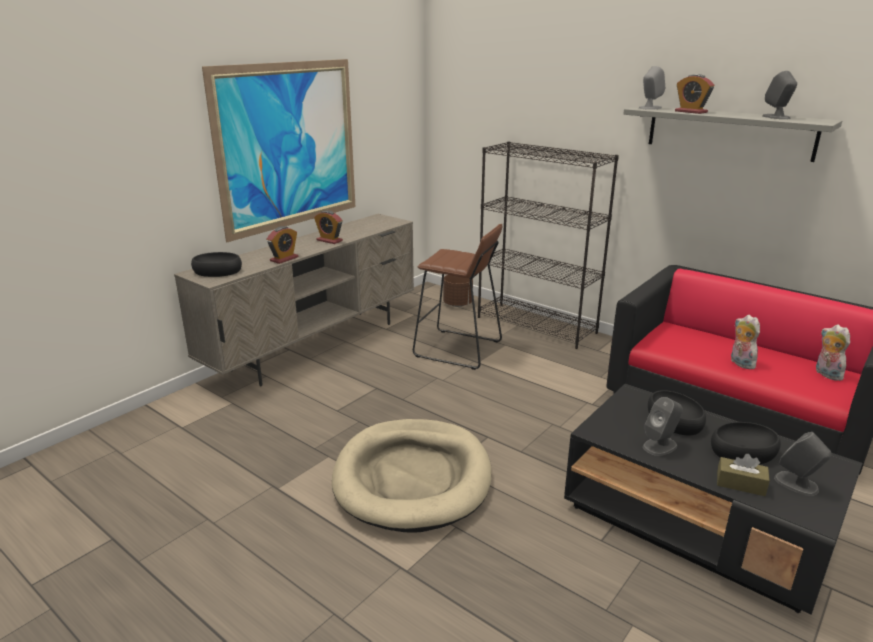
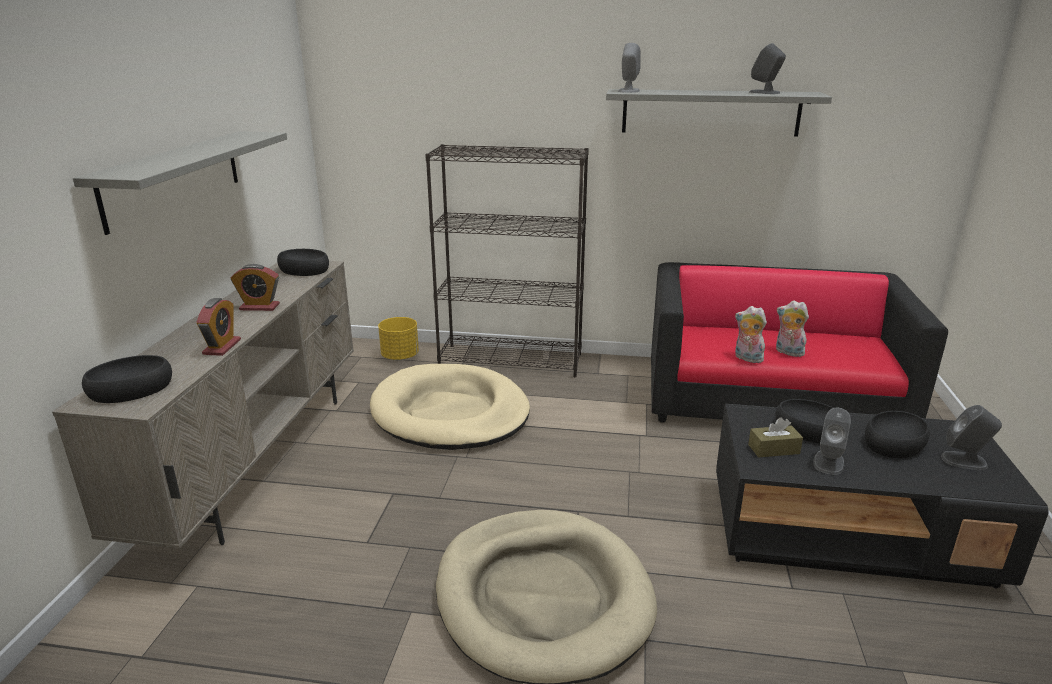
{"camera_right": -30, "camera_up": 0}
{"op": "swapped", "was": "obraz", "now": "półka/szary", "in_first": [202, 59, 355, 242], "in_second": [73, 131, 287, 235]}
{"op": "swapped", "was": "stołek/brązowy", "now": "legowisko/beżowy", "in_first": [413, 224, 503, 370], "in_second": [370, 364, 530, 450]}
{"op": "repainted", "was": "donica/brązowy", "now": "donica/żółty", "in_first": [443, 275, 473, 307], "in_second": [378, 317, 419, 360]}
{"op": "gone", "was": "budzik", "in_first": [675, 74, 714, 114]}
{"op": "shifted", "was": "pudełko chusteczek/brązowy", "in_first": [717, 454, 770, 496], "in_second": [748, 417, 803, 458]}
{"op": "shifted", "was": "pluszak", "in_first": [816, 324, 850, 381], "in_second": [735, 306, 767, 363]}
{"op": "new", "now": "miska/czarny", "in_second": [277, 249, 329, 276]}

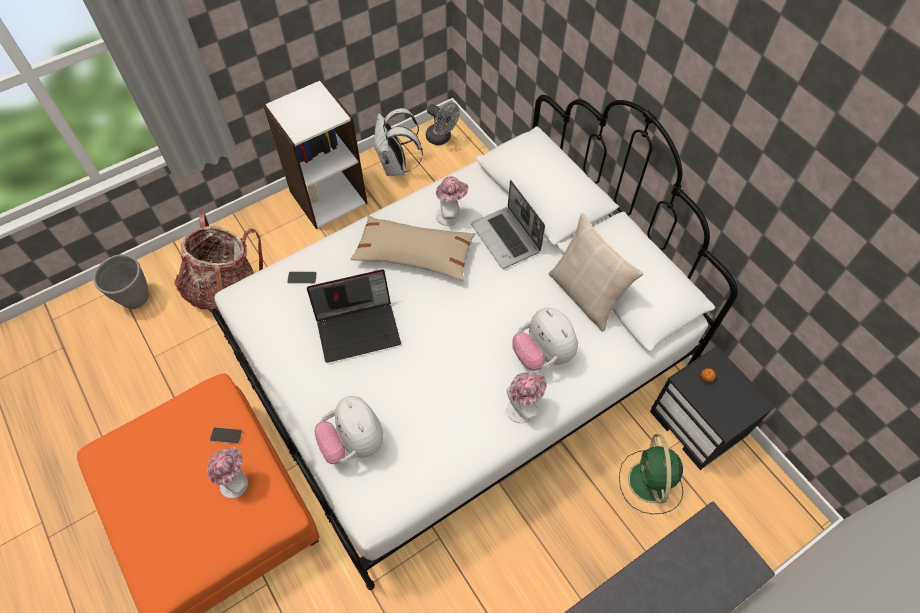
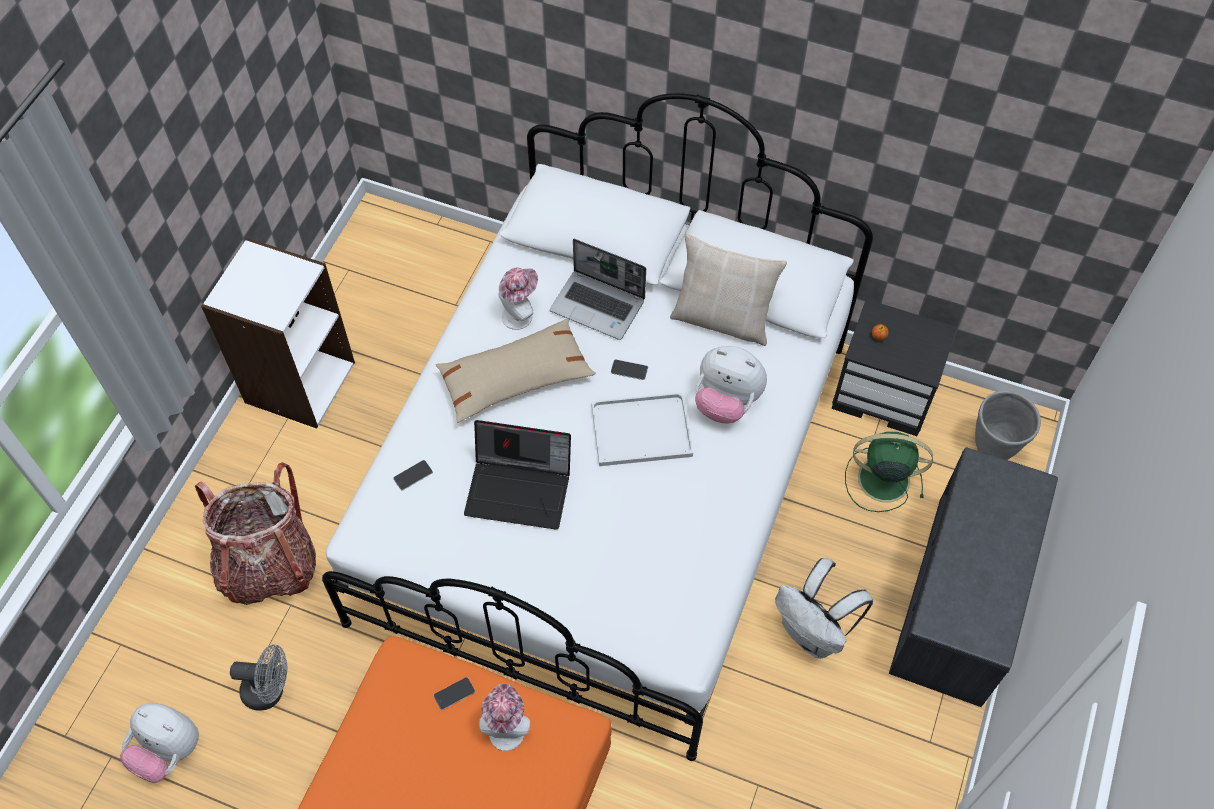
{"camera_right": -35, "camera_up": 0}
{"op": "shifted", "was": "donica/szary", "in_first": [94, 254, 149, 309], "in_second": [975, 391, 1041, 460]}
{"op": "rotated", "was": "laptop", "in_first": [307, 269, 401, 363], "in_second": [464, 420, 571, 530], "clockwise": 60}
{"op": "shifted", "was": "pluszak", "in_first": [315, 396, 384, 464], "in_second": [120, 703, 199, 783]}
{"op": "shifted", "was": "plecak/biały", "in_first": [374, 108, 423, 176], "in_second": [775, 558, 873, 658]}
{"op": "shifted", "was": "wentylator/szary", "in_first": [426, 103, 460, 145], "in_second": [230, 644, 287, 711]}
{"op": "gone", "was": "kapelusz", "in_first": [506, 373, 547, 423]}
{"op": "rotated", "was": "wentylator/zielony", "in_first": [619, 434, 683, 514], "in_second": [845, 432, 933, 512], "clockwise": 135}
{"op": "new", "now": "taca/biały", "in_second": [591, 392, 693, 466]}
{"op": "new", "now": "telefon", "in_second": [611, 359, 648, 380]}

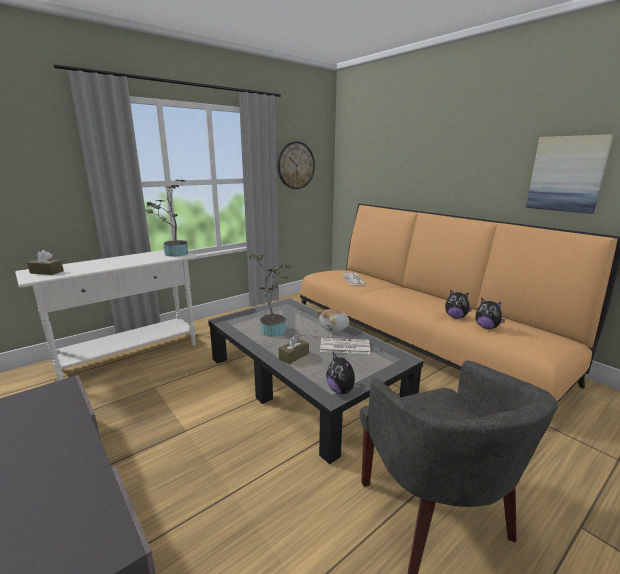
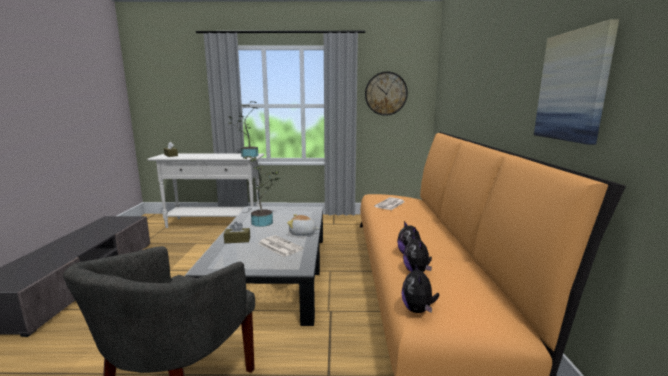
{"camera_right": 40, "camera_up": -5}
{"op": "shifted", "was": "pluszak", "in_first": [326, 353, 360, 394], "in_second": [402, 263, 439, 313]}

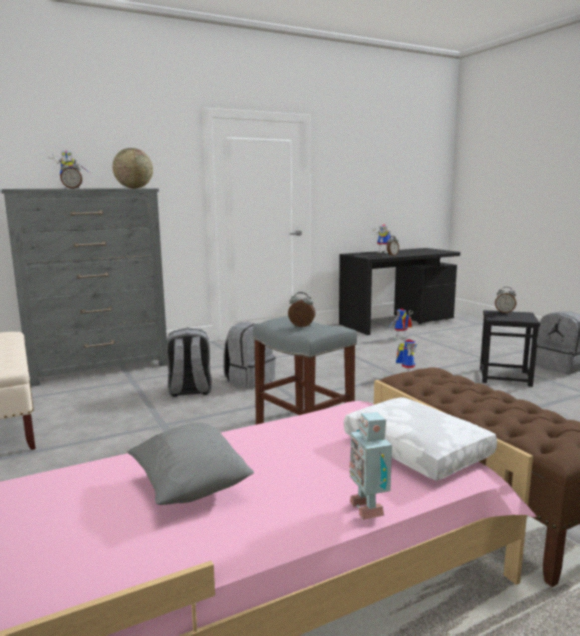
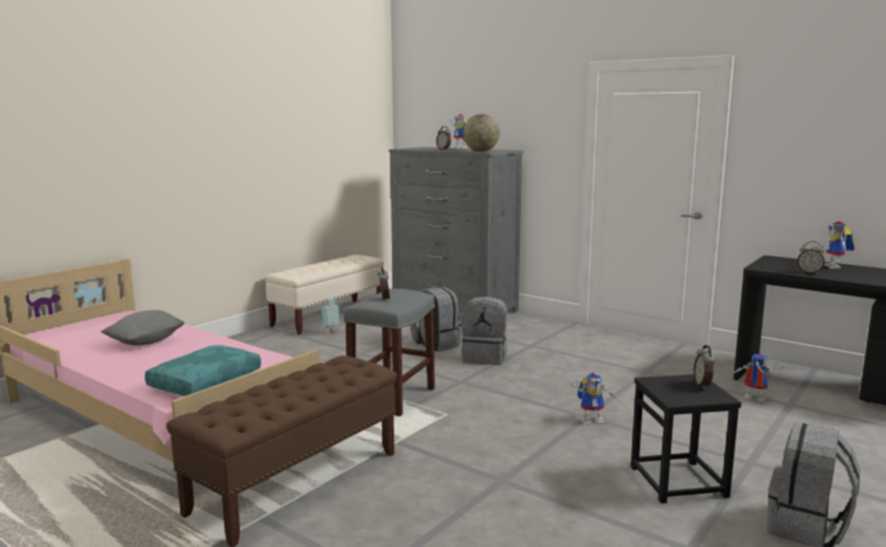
{"camera_right": 65, "camera_up": 0}
{"op": "repainted", "was": "poduszka/biały", "now": "poduszka/turkusowy", "in_first": [344, 397, 497, 481], "in_second": [145, 345, 261, 396]}
{"op": "shifted", "was": "robot zabawkowy", "in_first": [349, 412, 392, 520], "in_second": [321, 297, 341, 335]}

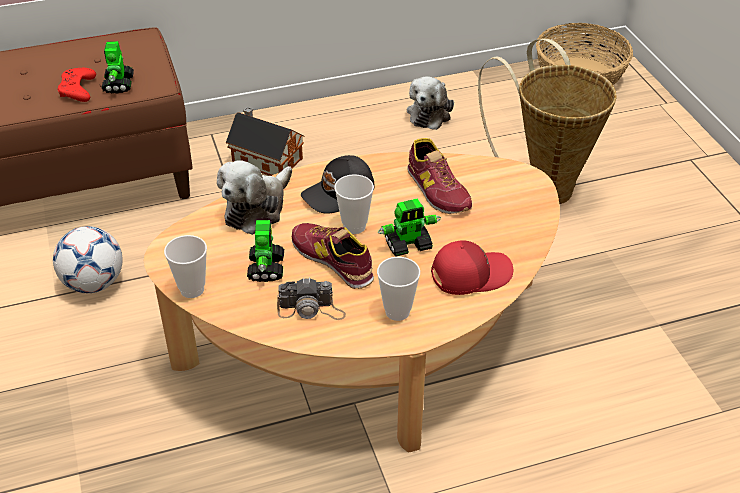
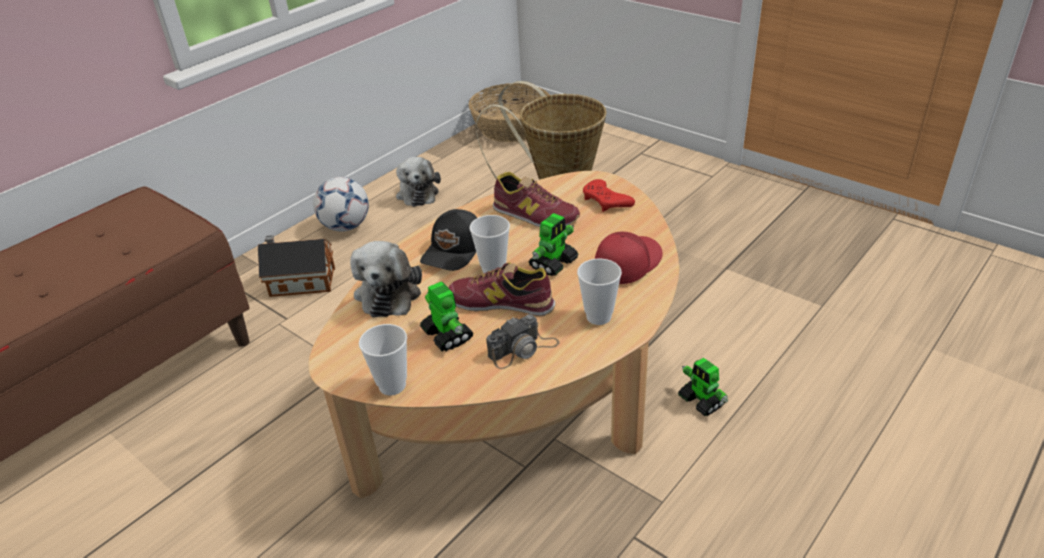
{"camera_right": -30, "camera_up": -5}
{"op": "shifted", "was": "piłka futbolowa", "in_first": [53, 226, 123, 293], "in_second": [313, 177, 369, 231]}
{"op": "shifted", "was": "pad do gier/czerwony", "in_first": [57, 68, 96, 102], "in_second": [583, 179, 635, 212]}
{"op": "shifted", "was": "robot zabawkowy", "in_first": [101, 41, 134, 94], "in_second": [678, 358, 728, 416]}

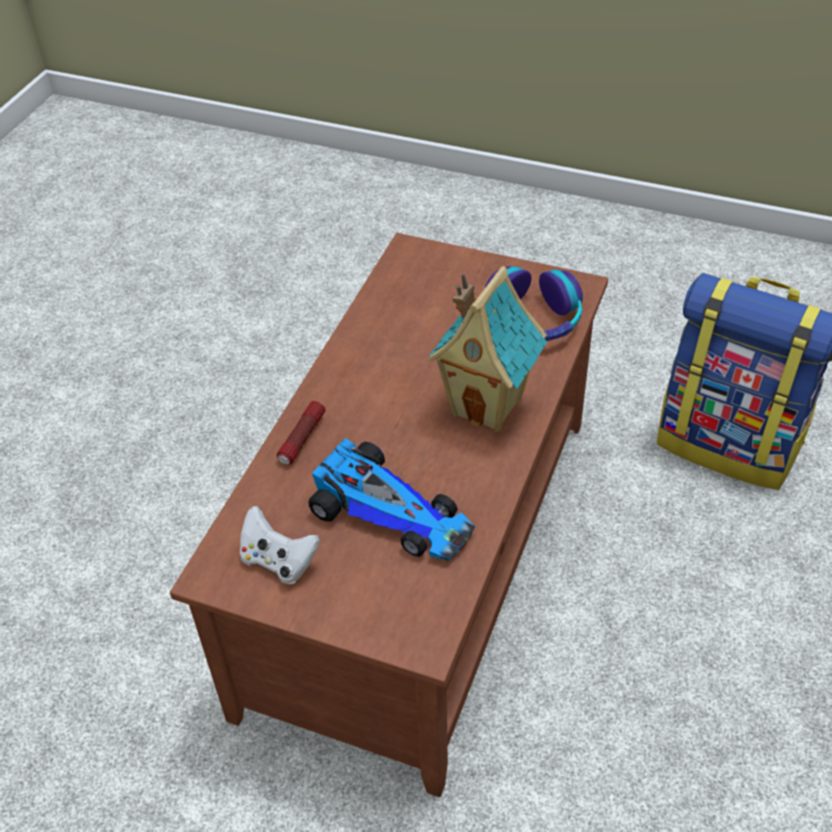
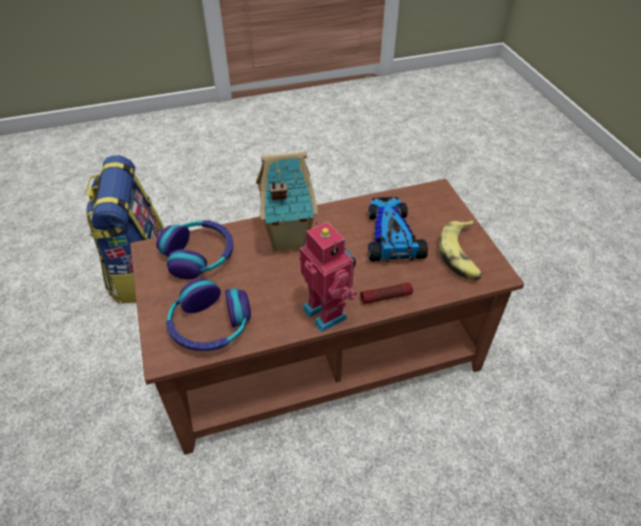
{"camera_right": -130, "camera_up": 0}
{"op": "swapped", "was": "pad do gier/biały", "now": "banan", "in_first": [240, 506, 320, 584], "in_second": [439, 220, 482, 280]}
{"op": "new", "now": "słuchawki", "in_second": [166, 279, 251, 351]}
{"op": "new", "now": "robot zabawkowy", "in_second": [299, 221, 357, 333]}

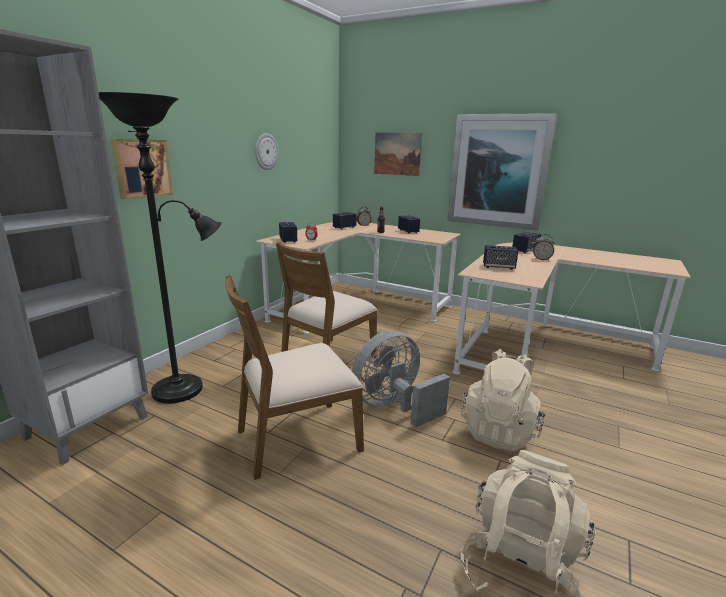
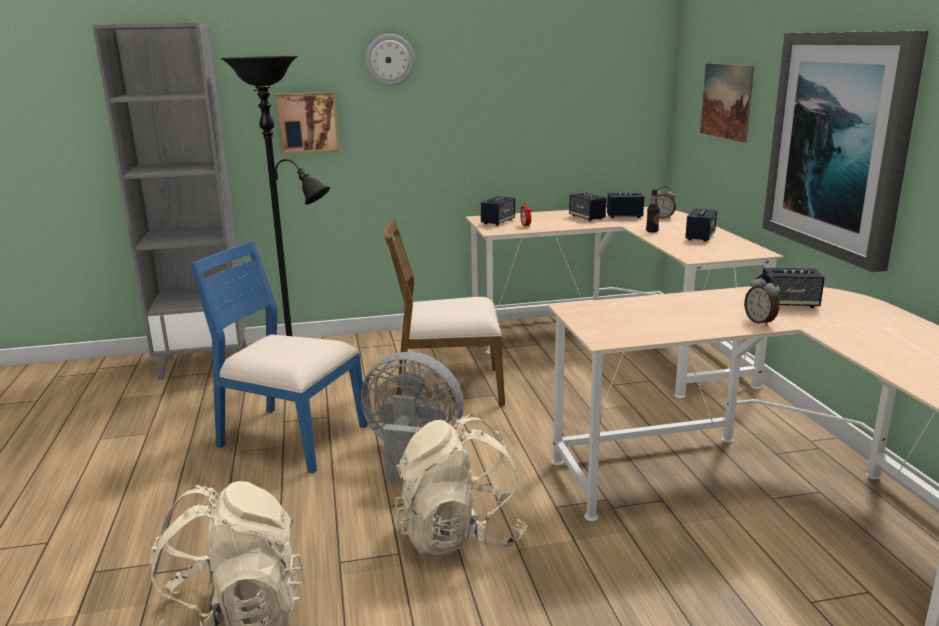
{"camera_right": 50, "camera_up": 0}
{"op": "repainted", "was": "krzesło/brązowy", "now": "krzesło/niebieski", "in_first": [225, 275, 364, 480], "in_second": [190, 240, 368, 473]}
{"op": "shifted", "was": "zegar ścienny", "in_first": [255, 133, 279, 170], "in_second": [365, 34, 415, 86]}
{"op": "shifted", "was": "głośnik", "in_first": [483, 245, 518, 270], "in_second": [569, 192, 606, 221]}

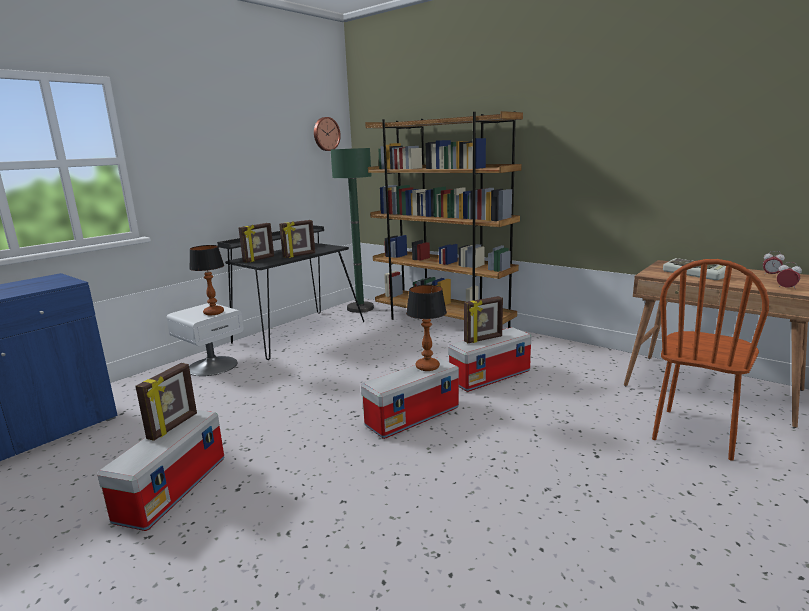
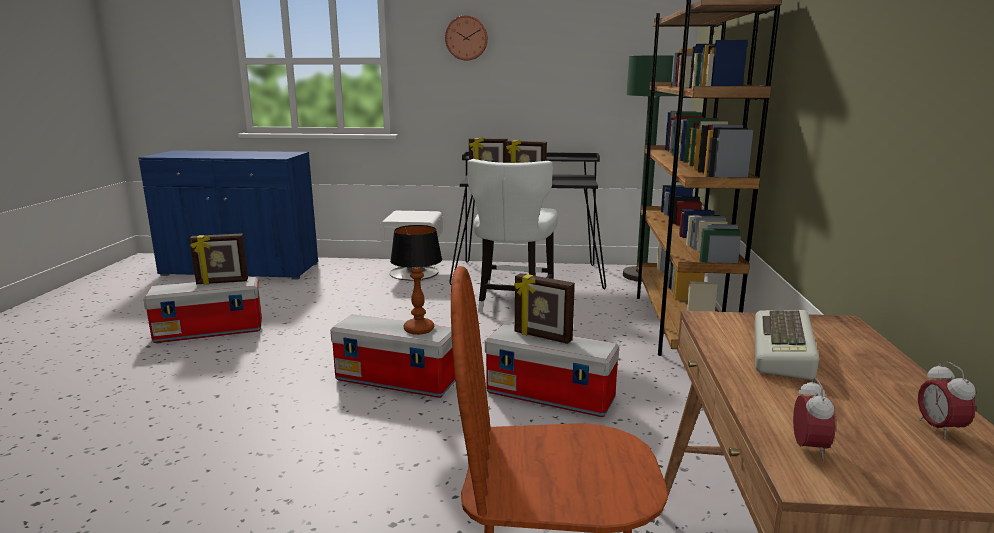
{"camera_right": 55, "camera_up": 0}
{"op": "gone", "was": "lampa stołowa", "in_first": [189, 245, 224, 315]}
{"op": "shifted", "was": "zegar ścienny", "in_first": [314, 117, 341, 151], "in_second": [445, 15, 488, 61]}
{"op": "new", "now": "krzesło/biały", "in_second": [467, 159, 558, 313]}

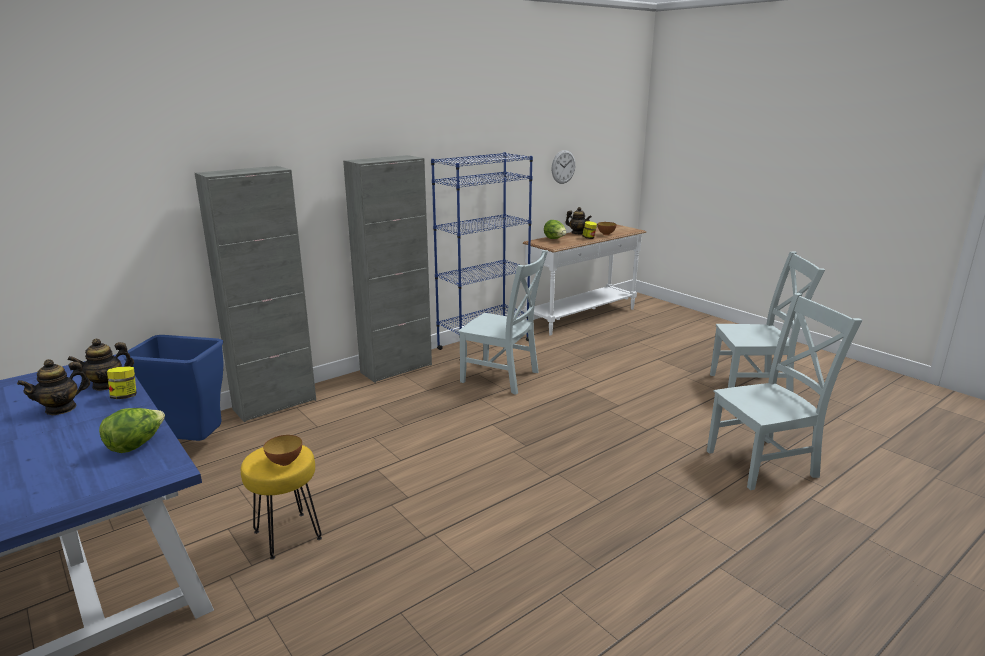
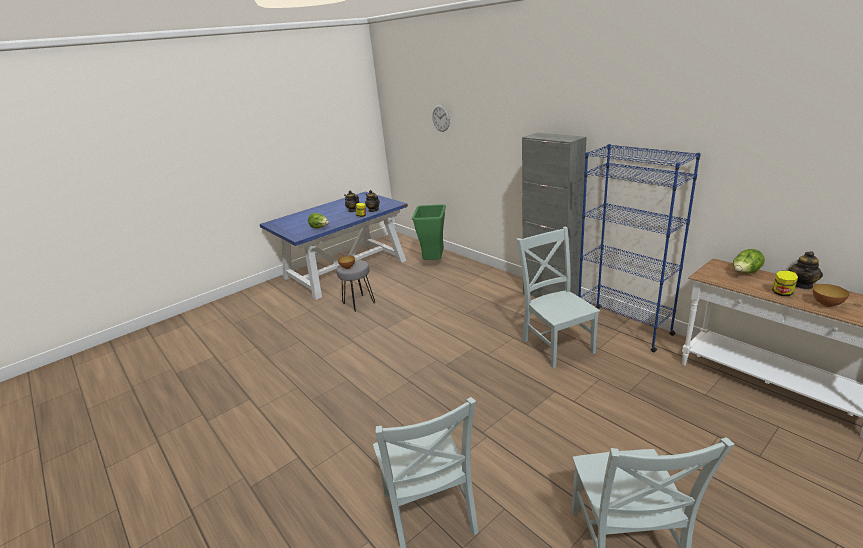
{"camera_right": 90, "camera_up": 5}
{"op": "repainted", "was": "kosz na śmieci/niebieski", "now": "kosz na śmieci/zielony", "in_first": [122, 335, 224, 441], "in_second": [412, 204, 446, 260]}
{"op": "gone", "was": "szafka/szary", "in_first": [195, 166, 316, 422]}
{"op": "repainted", "was": "stołek/żółty", "now": "stołek/szary", "in_first": [241, 445, 322, 560], "in_second": [336, 260, 375, 312]}
{"op": "rotated", "was": "krzesło/szary", "in_first": [458, 250, 548, 395], "in_second": [516, 227, 600, 368], "clockwise": 135}
{"op": "shifted", "was": "zegar ścienny", "in_first": [551, 150, 576, 184], "in_second": [432, 105, 450, 132]}

